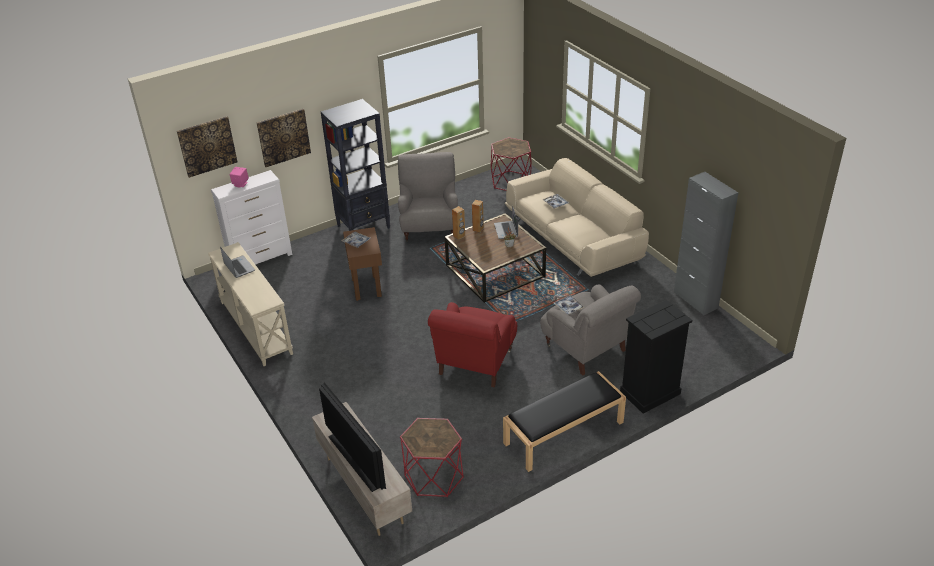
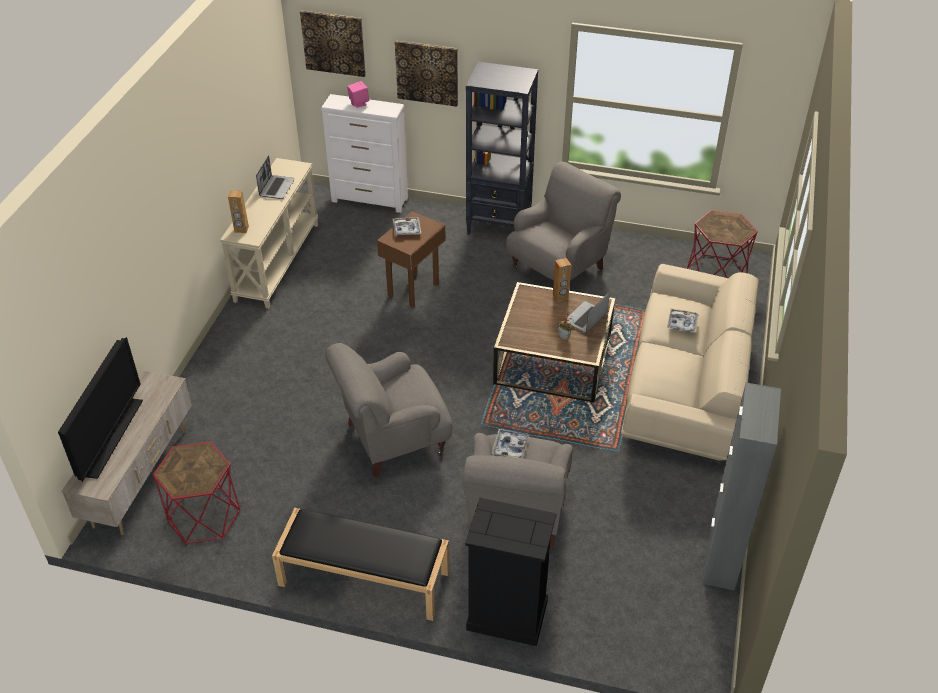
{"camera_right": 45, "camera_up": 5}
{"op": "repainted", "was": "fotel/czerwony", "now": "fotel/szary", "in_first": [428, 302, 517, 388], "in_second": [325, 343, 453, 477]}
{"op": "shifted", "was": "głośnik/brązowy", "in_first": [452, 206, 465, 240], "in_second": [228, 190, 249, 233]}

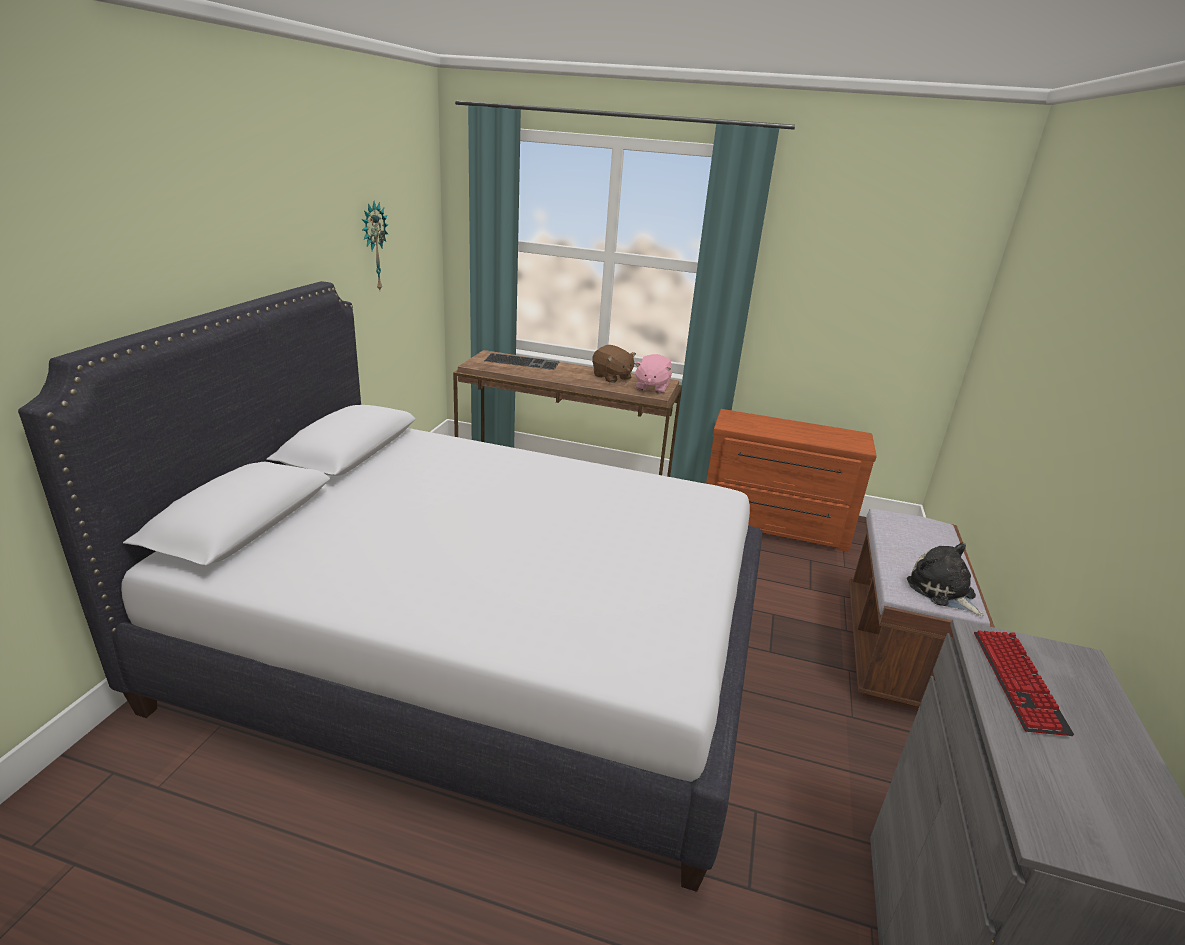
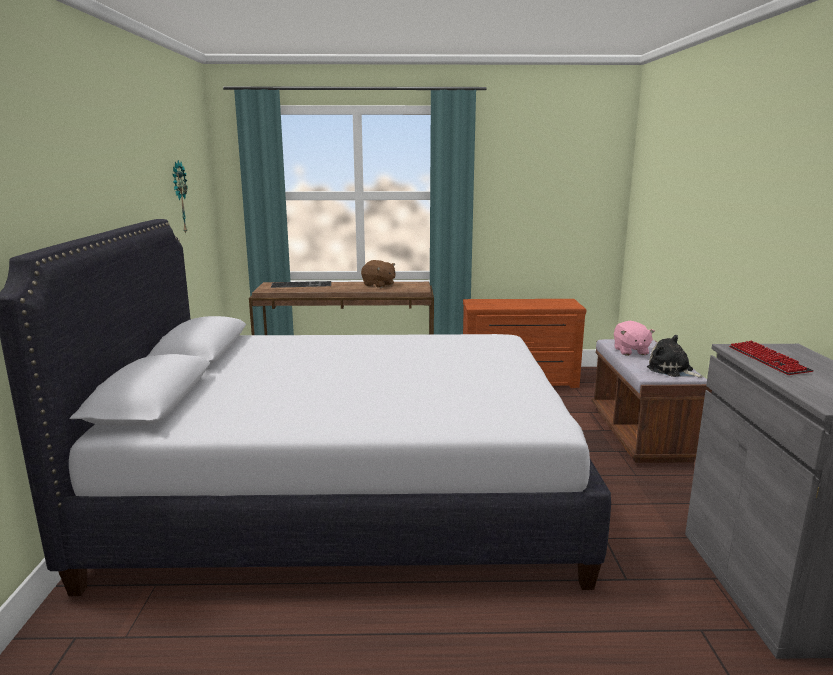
{"camera_right": -15, "camera_up": -10}
{"op": "shifted", "was": "pluszak/różowy", "in_first": [634, 354, 672, 394], "in_second": [614, 321, 655, 355]}

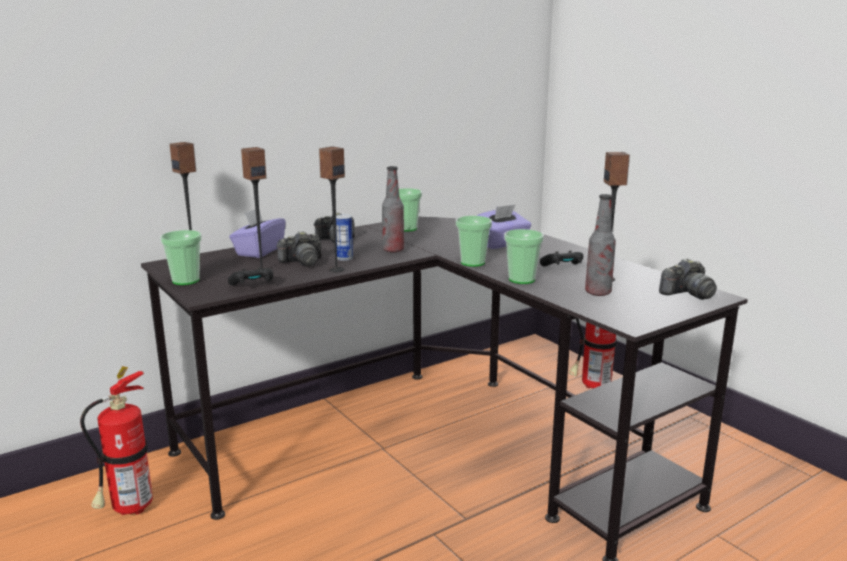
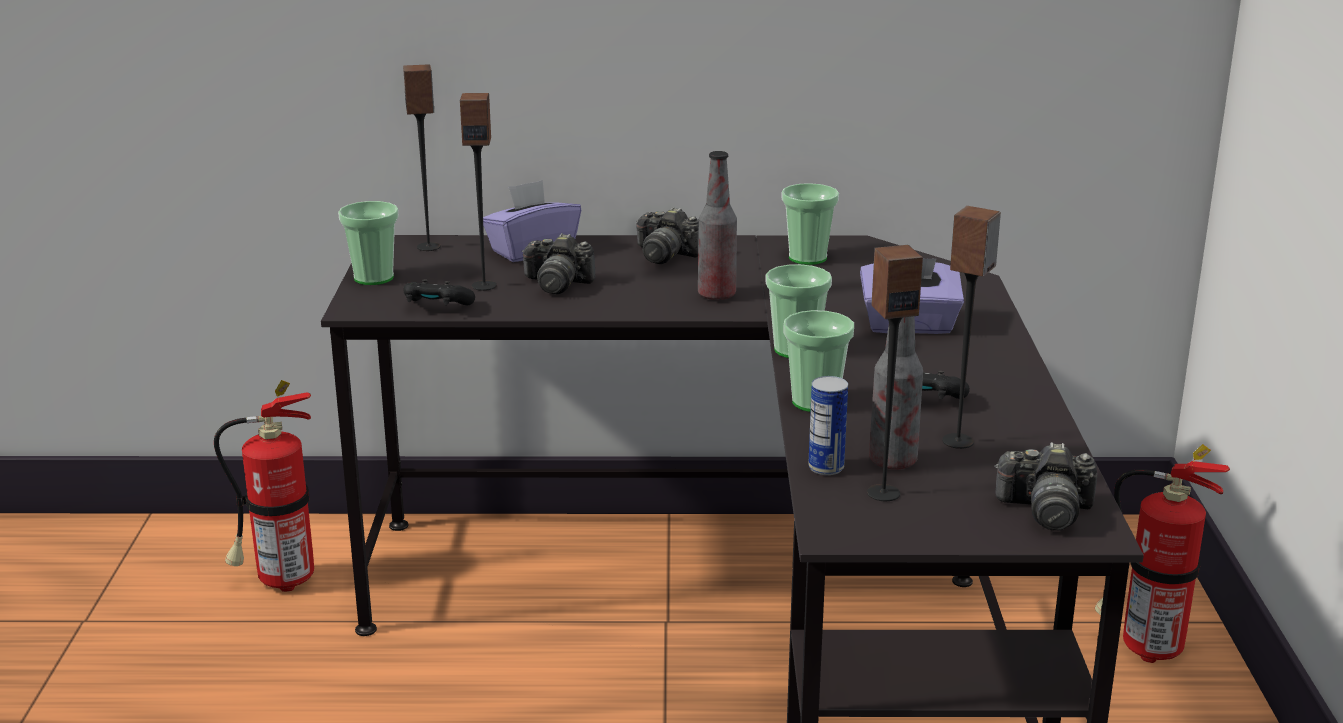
{"camera_right": 35, "camera_up": 5}
{"op": "shifted", "was": "głośnik", "in_first": [319, 146, 345, 272], "in_second": [867, 245, 923, 501]}
{"op": "shifted", "was": "puszka", "in_first": [336, 214, 353, 261], "in_second": [808, 376, 848, 475]}

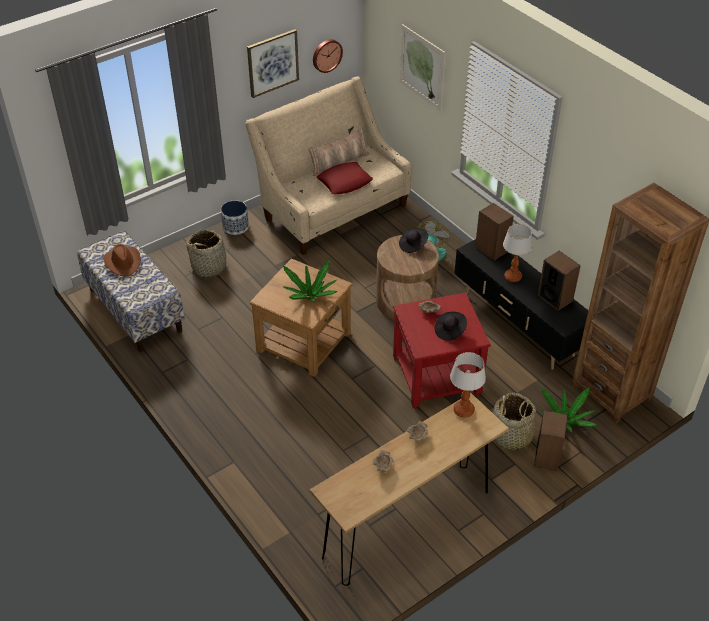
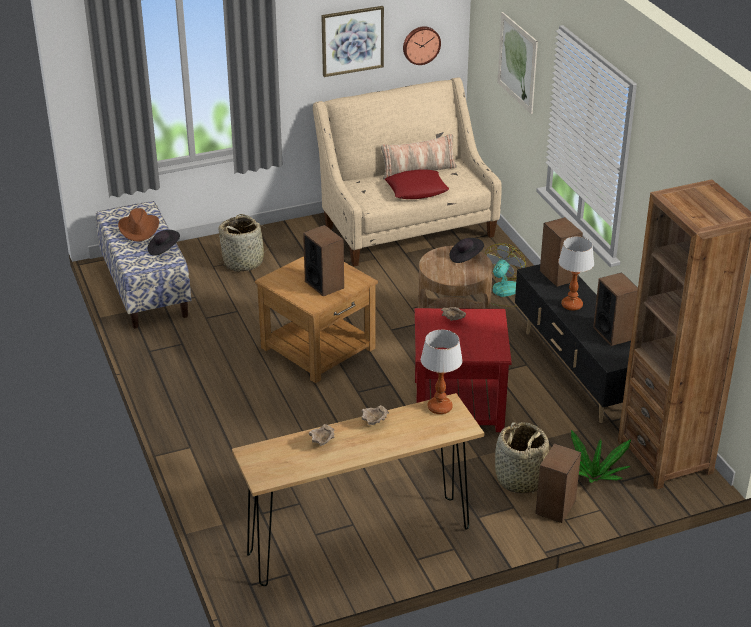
{"camera_right": 15, "camera_up": -10}
{"op": "gone", "was": "donica", "in_first": [221, 201, 249, 235]}
{"op": "swapped", "was": "roślina doniczkowa", "now": "głośnik", "in_first": [283, 260, 337, 302], "in_second": [303, 225, 344, 296]}
{"op": "shifted", "was": "kapelusz/czarny", "in_first": [435, 312, 467, 341], "in_second": [148, 230, 180, 256]}

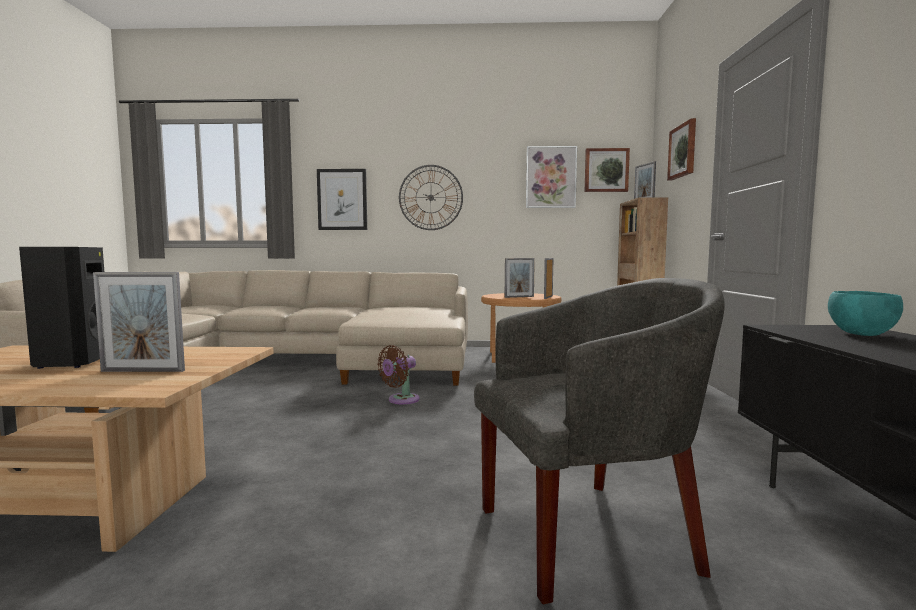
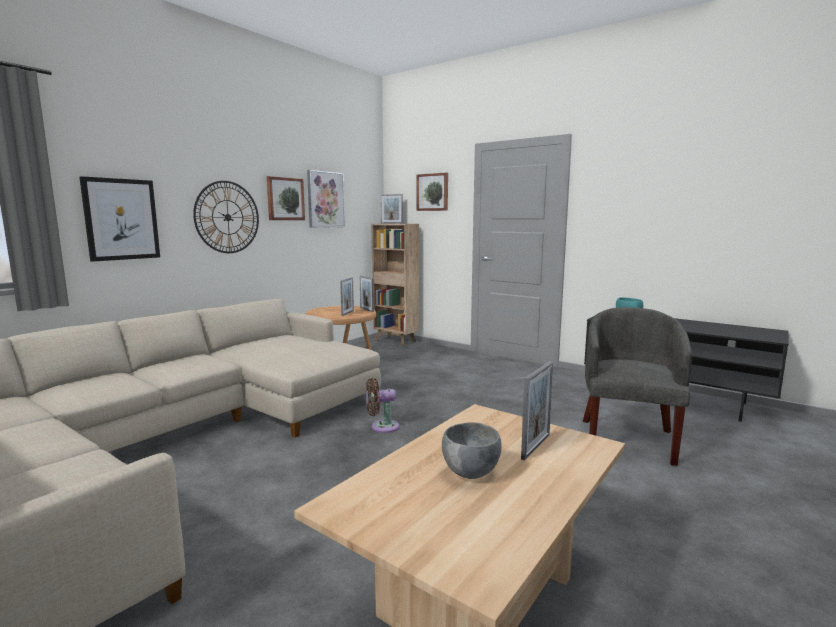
{"camera_right": -55, "camera_up": 5}
{"op": "swapped", "was": "głośnik/czarny", "now": "miska/szary", "in_first": [19, 247, 104, 369], "in_second": [442, 422, 502, 479]}
{"op": "rotated", "was": "wentylator/brązowy", "in_first": [377, 345, 420, 404], "in_second": [366, 378, 399, 433], "clockwise": 90}
{"op": "shifted", "was": "obraz", "in_first": [585, 148, 630, 192], "in_second": [267, 176, 305, 220]}

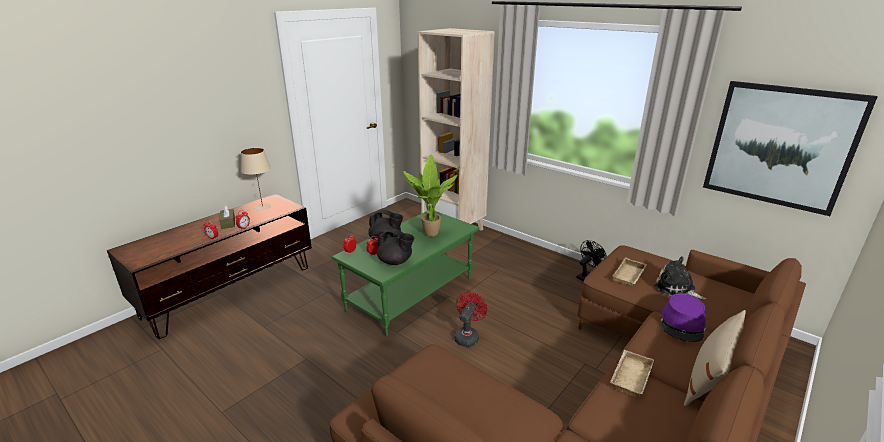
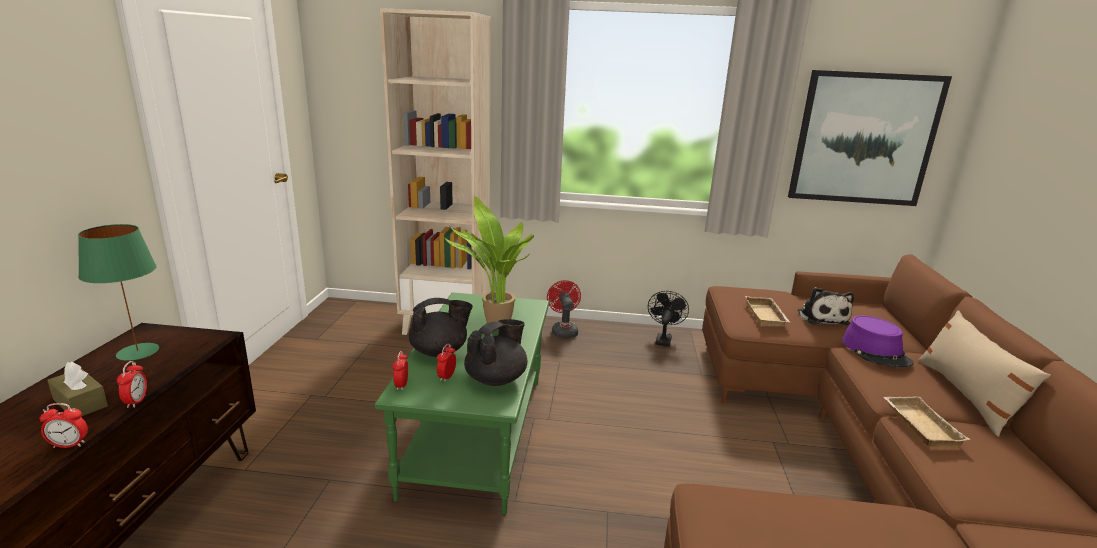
{"camera_right": -35, "camera_up": -5}
{"op": "repainted", "was": "lampa stołowa/beżowy", "now": "lampa stołowa/zielony", "in_first": [240, 148, 271, 210], "in_second": [78, 224, 159, 361]}
{"op": "rotated", "was": "imbryk/czarny", "in_first": [377, 229, 414, 265], "in_second": [464, 319, 527, 386], "clockwise": -45}
{"op": "shifted", "was": "wentylator/czerwony", "in_first": [454, 292, 487, 347], "in_second": [547, 280, 581, 338]}
{"op": "rotated", "was": "pluszak", "in_first": [654, 257, 706, 300], "in_second": [798, 287, 854, 325], "clockwise": -105}

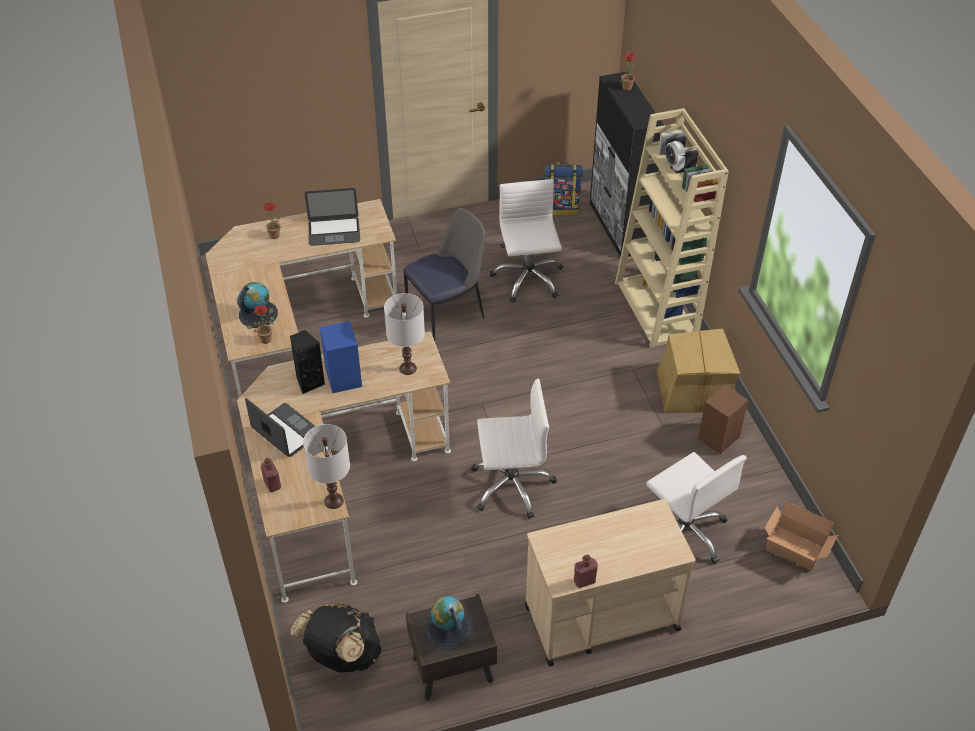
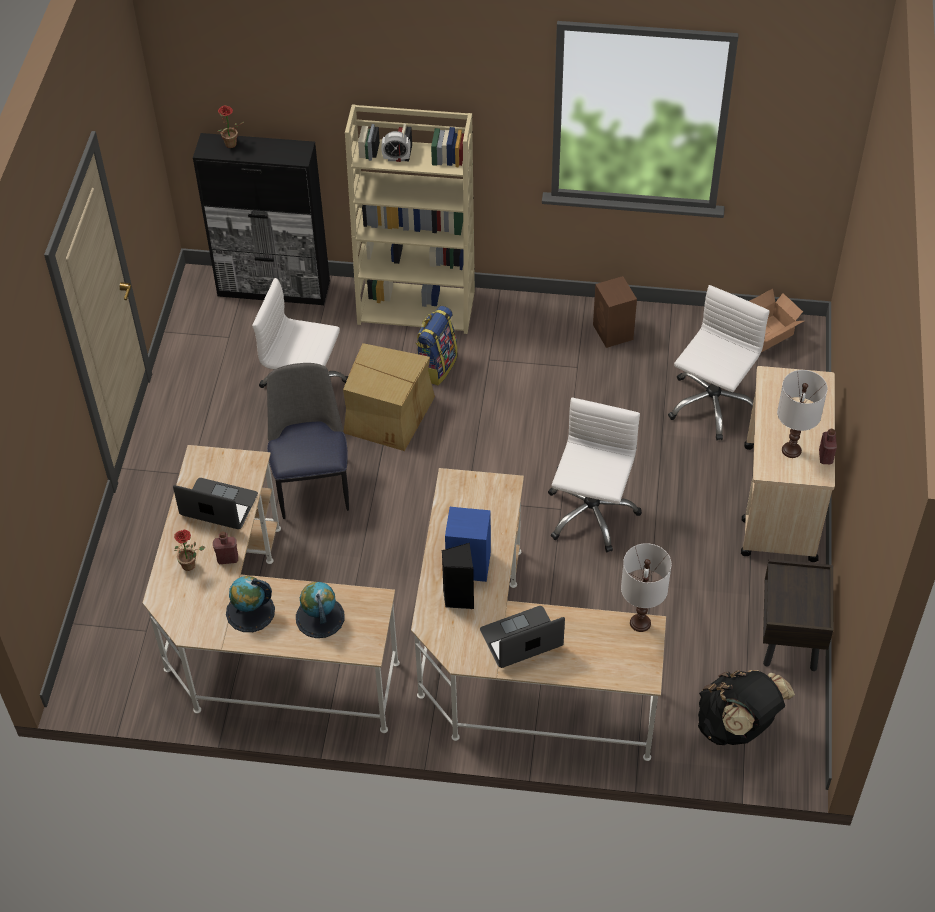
{"camera_right": -65, "camera_up": 5}
{"op": "gone", "was": "roślina doniczkowa", "in_first": [247, 305, 275, 344]}
{"op": "shifted", "was": "butelka/czerwony", "in_first": [260, 458, 281, 492], "in_second": [213, 531, 238, 564]}
{"op": "rotated", "was": "laptop", "in_first": [305, 188, 360, 246], "in_second": [173, 478, 258, 529], "clockwise": -90}
{"op": "shifted", "was": "lampa stołowa/biały", "in_first": [384, 293, 425, 375], "in_second": [777, 370, 828, 458]}
{"op": "shifted", "was": "globus", "in_first": [425, 596, 471, 650], "in_second": [226, 576, 275, 632]}
{"op": "shifted", "was": "plecak", "in_first": [544, 162, 583, 215], "in_second": [416, 306, 458, 386]}
{"op": "rotated", "was": "krzesło biurowe/biały", "in_first": [646, 452, 746, 564], "in_second": [668, 285, 770, 440], "clockwise": -45}
{"op": "shifted", "was": "karton", "in_first": [657, 329, 741, 413], "in_second": [343, 343, 435, 451]}

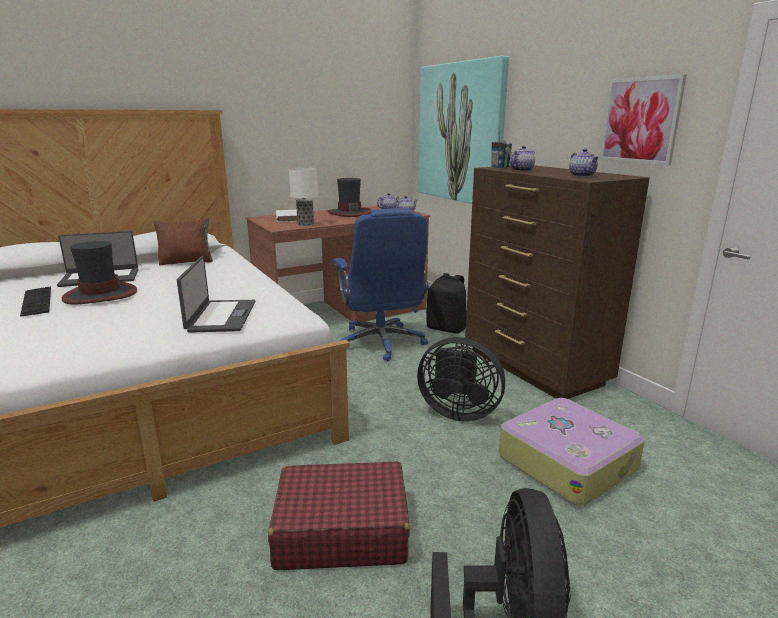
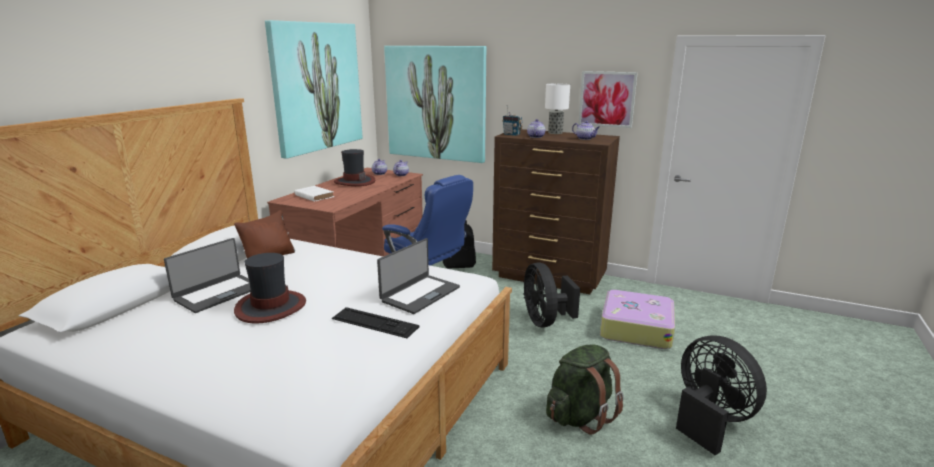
{"camera_right": -35, "camera_up": 0}
{"op": "shifted", "was": "klawiatura", "in_first": [20, 287, 51, 317], "in_second": [332, 307, 420, 338]}
{"op": "rotated", "was": "laptop", "in_first": [177, 256, 255, 333], "in_second": [377, 238, 460, 314], "clockwise": 75}
{"op": "swapped", "was": "walizka/czerwony", "now": "plecak/zielony", "in_first": [268, 461, 410, 570], "in_second": [546, 344, 624, 434]}
{"op": "shifted", "was": "lampa stołowa", "in_first": [289, 168, 318, 226], "in_second": [545, 84, 570, 134]}
{"op": "rotated", "was": "wentylator/czarny", "in_first": [417, 337, 505, 422], "in_second": [523, 262, 580, 327], "clockwise": 90}
{"op": "new", "now": "obraz", "in_second": [265, 20, 363, 159]}

